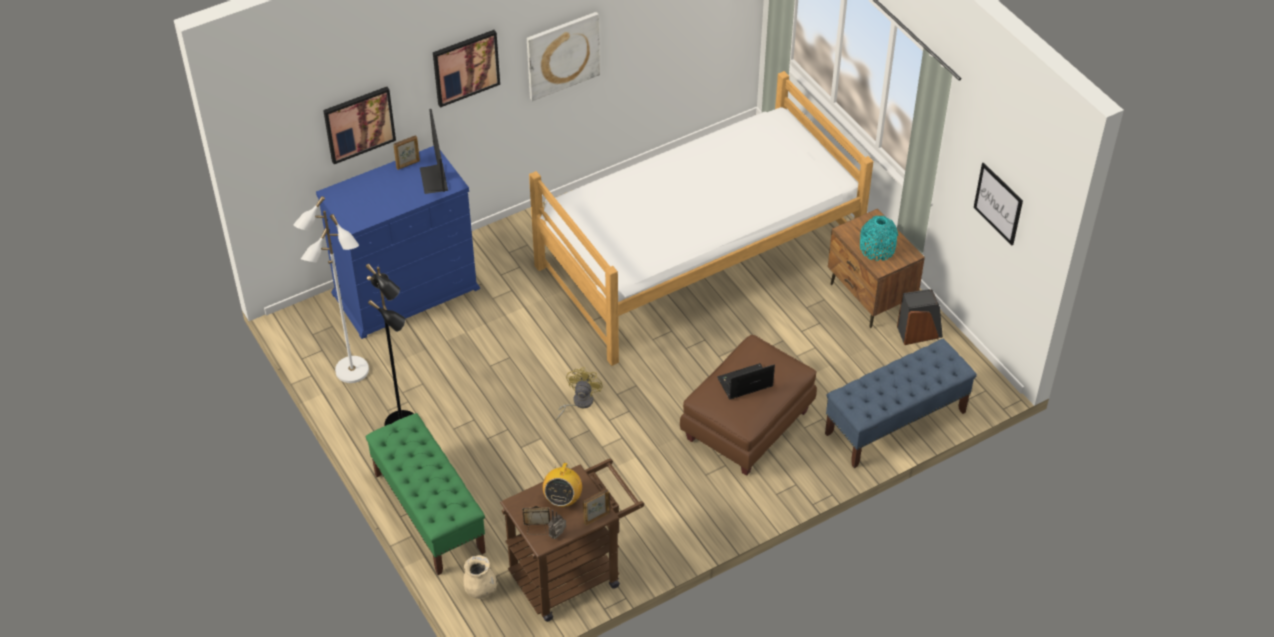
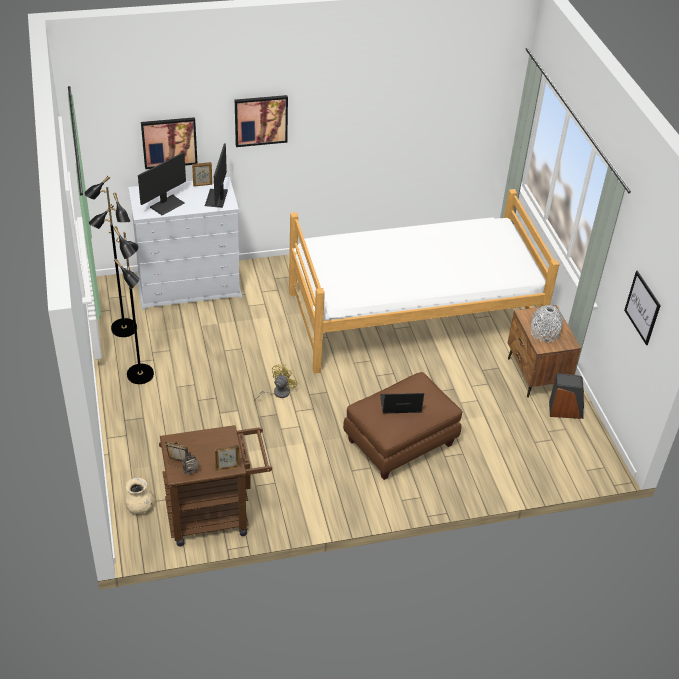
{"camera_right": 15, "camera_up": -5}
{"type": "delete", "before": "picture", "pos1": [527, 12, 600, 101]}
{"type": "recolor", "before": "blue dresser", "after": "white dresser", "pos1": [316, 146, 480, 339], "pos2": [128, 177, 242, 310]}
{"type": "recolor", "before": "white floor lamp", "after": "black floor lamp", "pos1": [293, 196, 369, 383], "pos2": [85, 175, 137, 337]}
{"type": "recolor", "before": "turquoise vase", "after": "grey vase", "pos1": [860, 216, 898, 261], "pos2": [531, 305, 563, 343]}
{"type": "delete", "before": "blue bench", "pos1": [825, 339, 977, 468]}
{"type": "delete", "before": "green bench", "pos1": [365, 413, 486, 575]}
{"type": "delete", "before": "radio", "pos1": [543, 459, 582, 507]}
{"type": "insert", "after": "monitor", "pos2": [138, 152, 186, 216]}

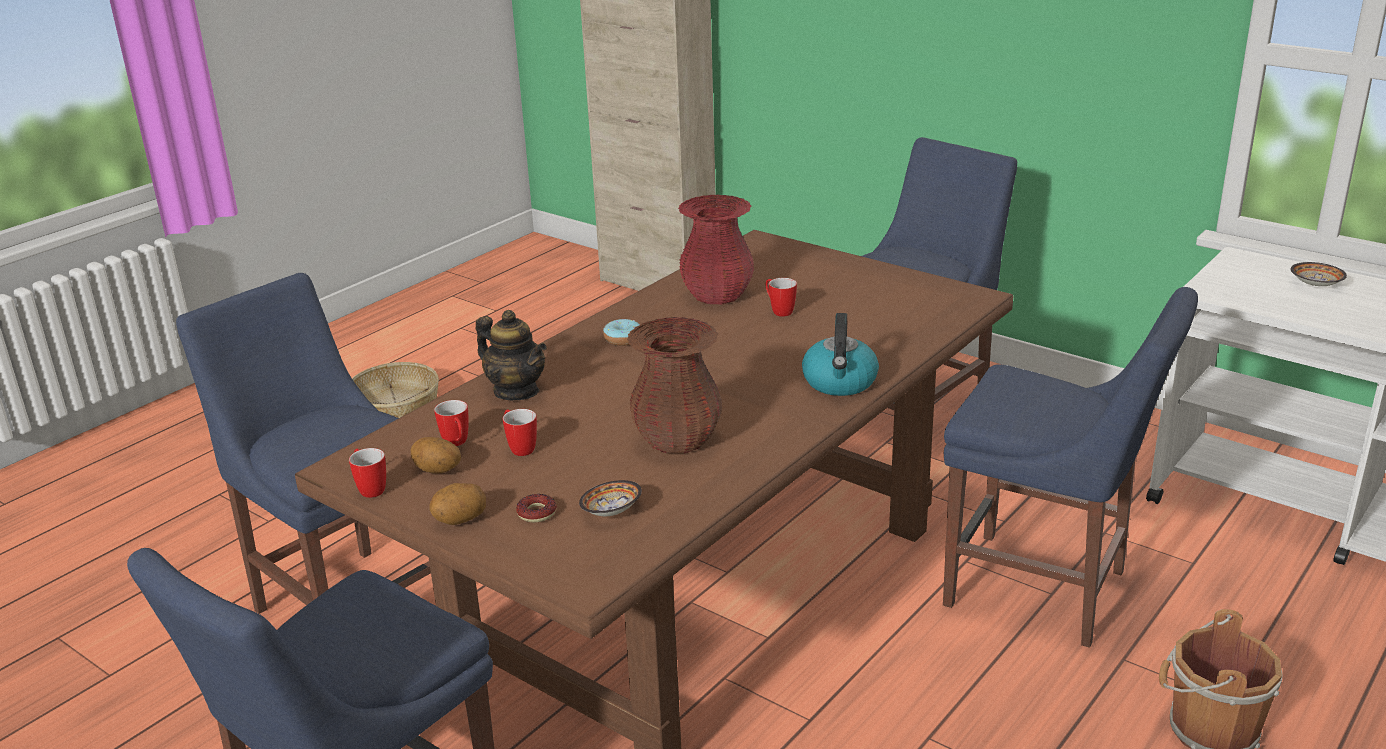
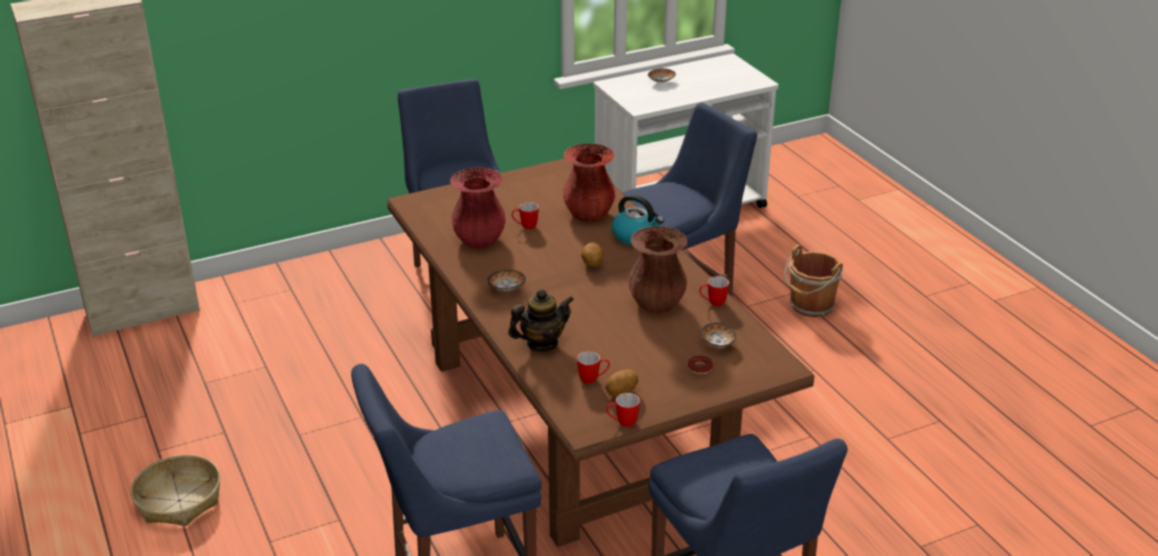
{"camera_right": -65, "camera_up": 5}
{"type": "replace", "before": "donut", "after": "bowl", "pos1": [603, 319, 640, 346], "pos2": [487, 270, 526, 291]}
{"type": "move", "before": "mug", "pos1": [503, 409, 537, 456], "pos2": [699, 276, 729, 306]}
{"type": "move", "before": "potato", "pos1": [429, 483, 486, 525], "pos2": [581, 243, 604, 267]}
{"type": "insert", "after": "red vase", "pos2": [563, 143, 615, 222]}

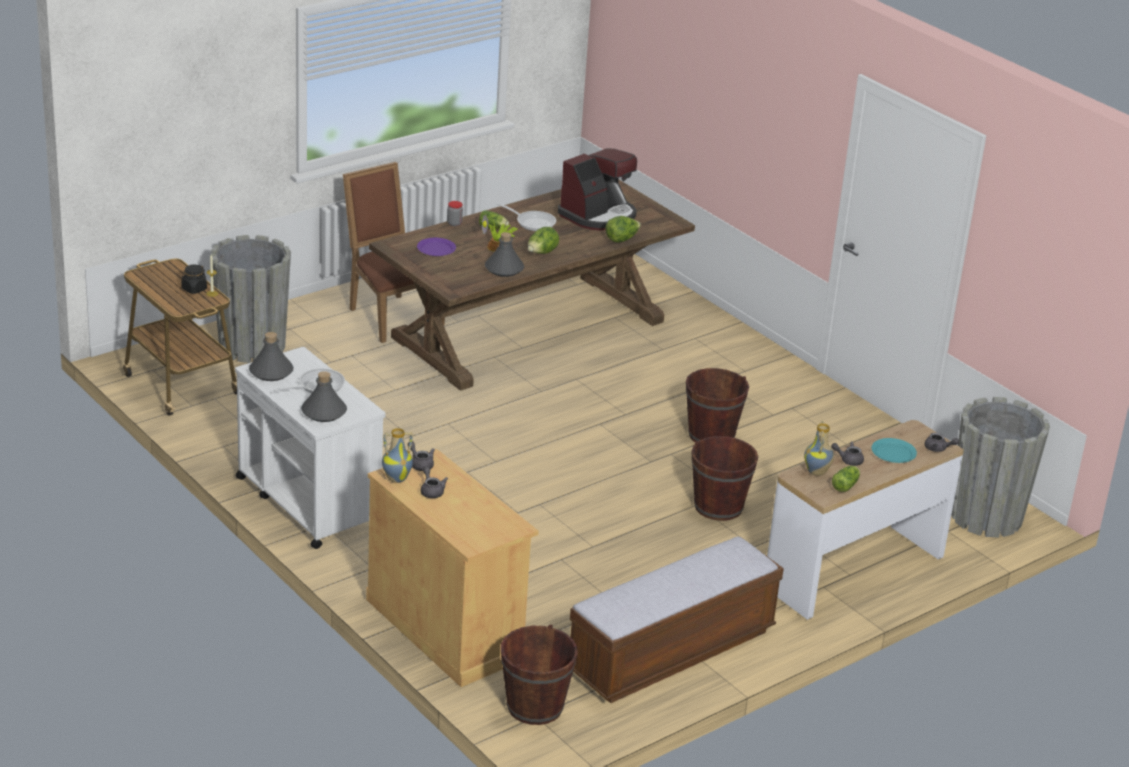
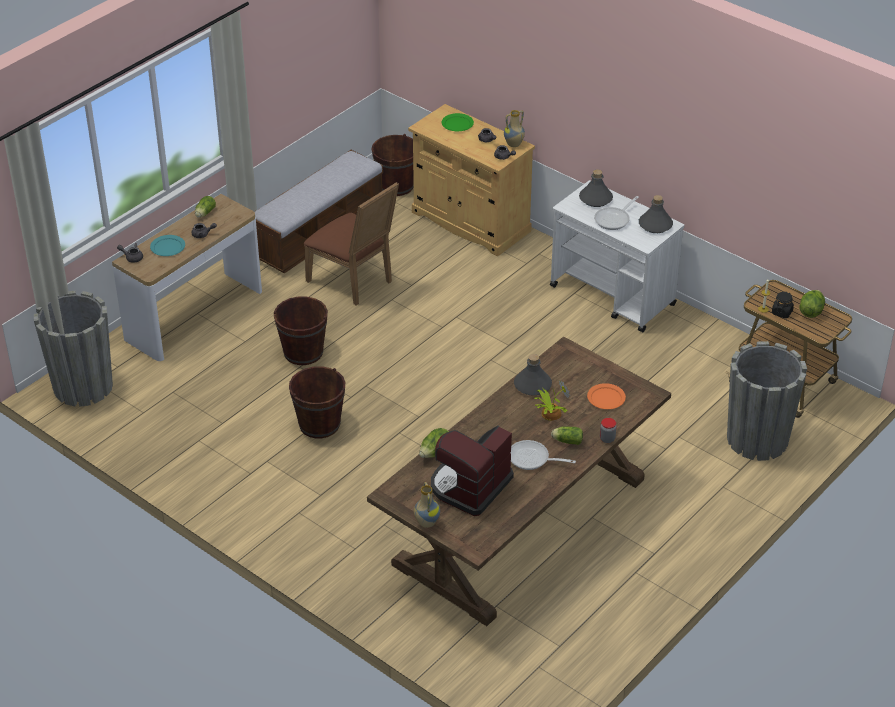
{"camera_right": 170, "camera_up": 10}
{"type": "move", "before": "brown chair", "pos1": [343, 162, 445, 343], "pos2": [304, 182, 399, 306]}
{"type": "move", "before": "lettuce", "pos1": [528, 227, 559, 254], "pos2": [799, 290, 825, 318]}
{"type": "recolor", "before": "purple plate", "after": "orange plate", "pos1": [417, 238, 456, 256], "pos2": [587, 383, 626, 409]}
{"type": "move", "before": "vase", "pos1": [804, 421, 834, 476], "pos2": [414, 482, 440, 528]}
{"type": "insert", "after": "green plate", "pos2": [441, 113, 474, 131]}

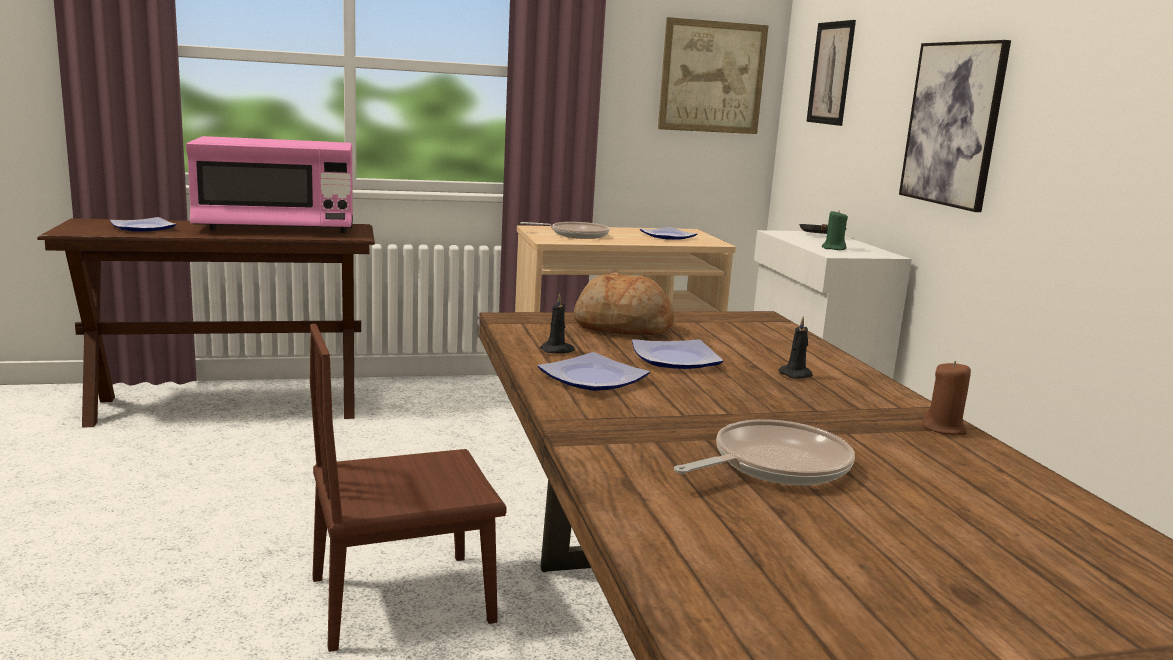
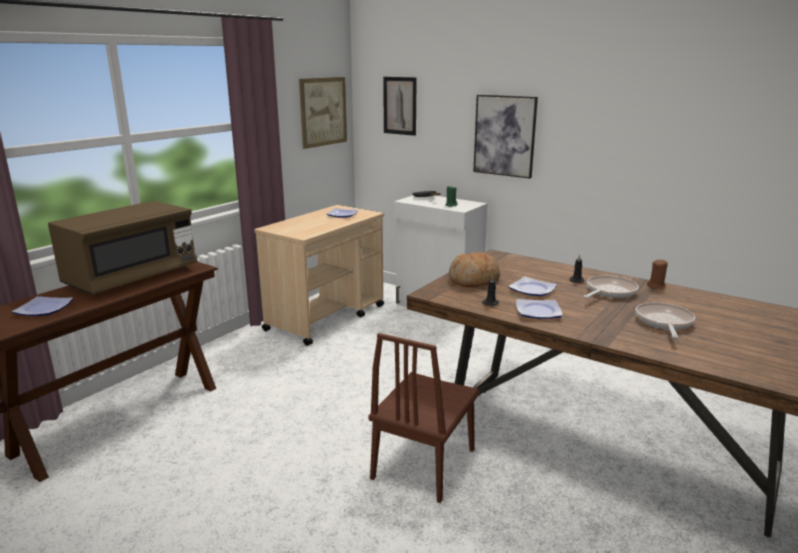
{"camera_right": -40, "camera_up": 5}
{"type": "recolor", "before": "pink microwave", "after": "brown microwave", "pos1": [186, 136, 353, 233], "pos2": [48, 201, 198, 294]}
{"type": "move", "before": "frying pan", "pos1": [520, 222, 610, 239], "pos2": [584, 276, 639, 298]}

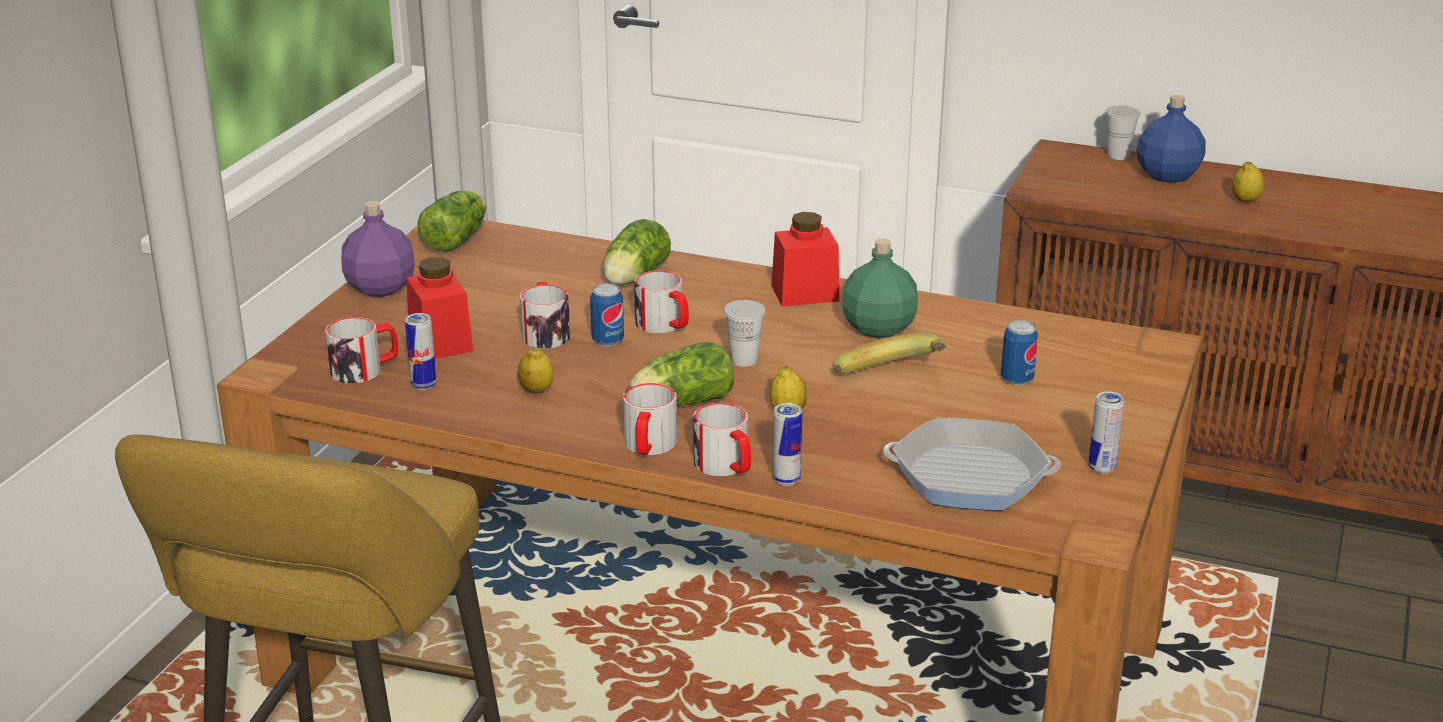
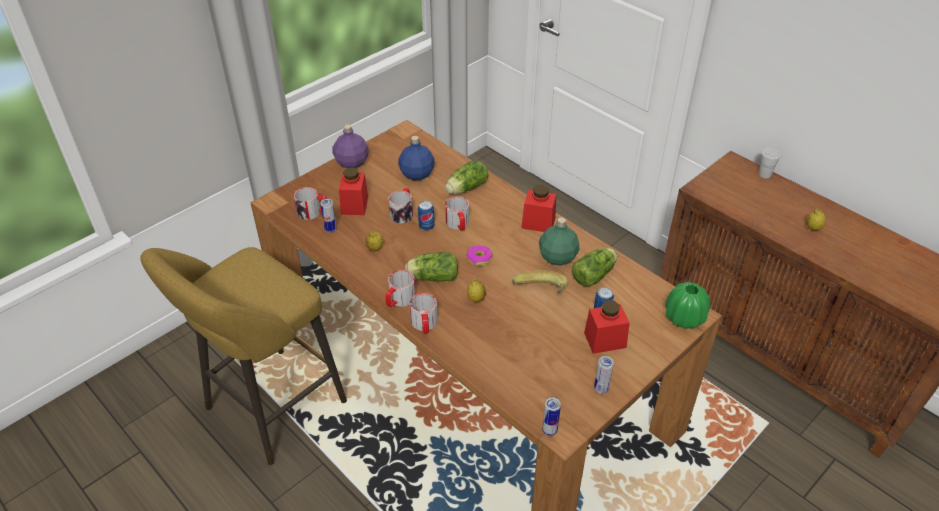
{"camera_right": 25, "camera_up": 15}
{"type": "move", "before": "blue bottle", "pos1": [1136, 95, 1206, 183], "pos2": [398, 136, 435, 180]}
{"type": "move", "before": "lettuce", "pos1": [417, 190, 486, 252], "pos2": [572, 248, 617, 286]}
{"type": "replace", "before": "white cup", "after": "donut", "pos1": [724, 300, 766, 367], "pos2": [466, 245, 492, 266]}
{"type": "move", "before": "can", "pos1": [773, 403, 802, 486], "pos2": [542, 398, 561, 436]}
{"type": "delete", "before": "frying pan", "pos1": [883, 418, 1061, 511]}
{"type": "insert", "after": "green vase", "pos2": [665, 282, 710, 329]}
{"type": "insert", "after": "red jar", "pos2": [584, 300, 630, 354]}

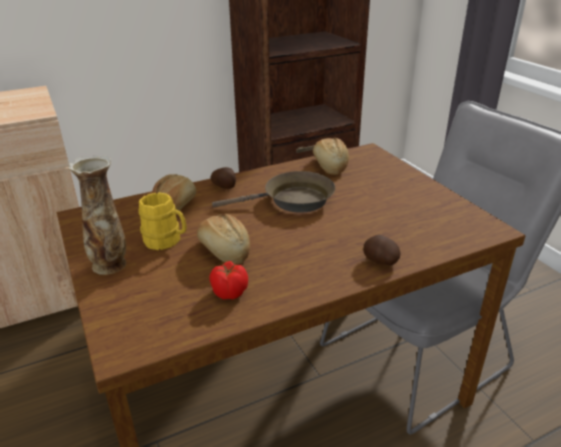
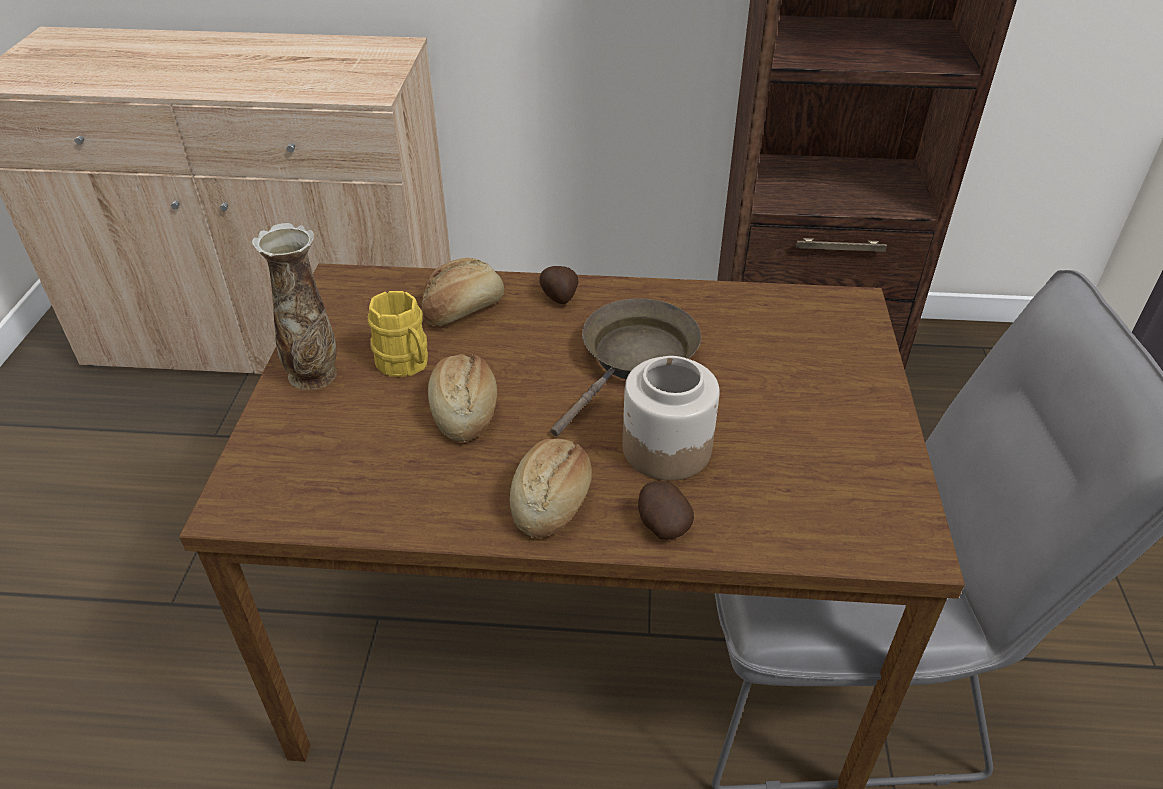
{"camera_right": 30, "camera_up": 10}
{"type": "move", "before": "bread", "pos1": [313, 138, 349, 175], "pos2": [510, 439, 592, 538]}
{"type": "rotate", "before": "brown frying pan", "pos1": [212, 171, 335, 212], "pos2": [551, 298, 701, 436], "turn": -75}
{"type": "delete", "before": "tomato", "pos1": [209, 261, 248, 299]}
{"type": "insert", "after": "jar", "pos2": [622, 356, 720, 481]}

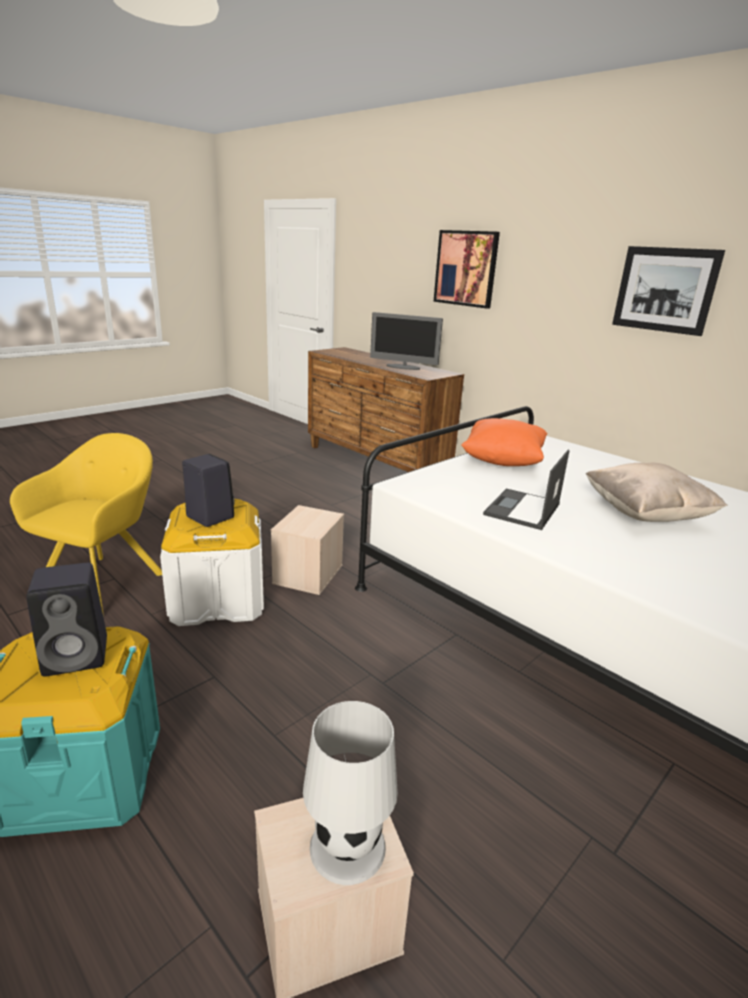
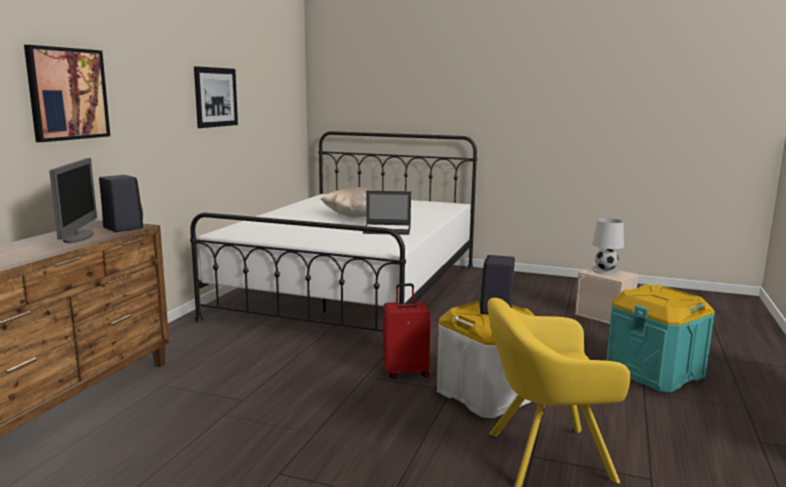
{"camera_right": -115, "camera_up": -10}
{"type": "delete", "before": "orange pillow", "pos1": [461, 418, 548, 466]}
{"type": "replace", "before": "beige storage box", "after": "red suitcase", "pos1": [271, 505, 344, 595], "pos2": [383, 283, 431, 379]}
{"type": "move", "before": "black speaker", "pos1": [26, 563, 107, 676], "pos2": [99, 175, 143, 232]}

